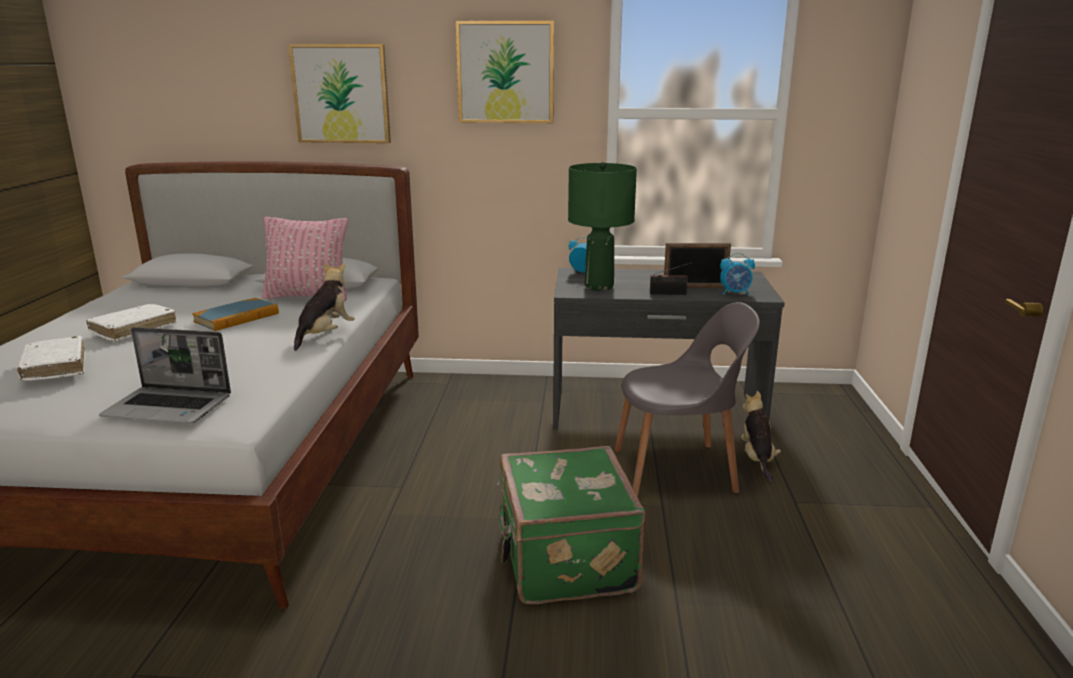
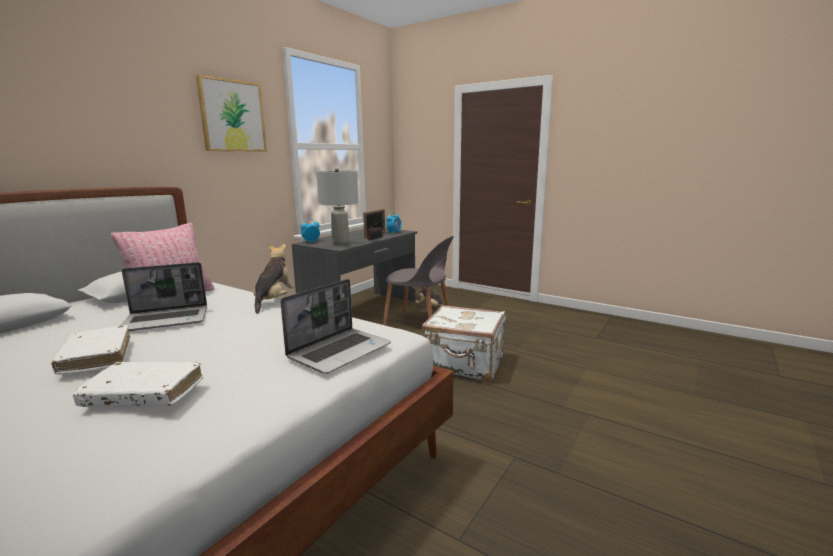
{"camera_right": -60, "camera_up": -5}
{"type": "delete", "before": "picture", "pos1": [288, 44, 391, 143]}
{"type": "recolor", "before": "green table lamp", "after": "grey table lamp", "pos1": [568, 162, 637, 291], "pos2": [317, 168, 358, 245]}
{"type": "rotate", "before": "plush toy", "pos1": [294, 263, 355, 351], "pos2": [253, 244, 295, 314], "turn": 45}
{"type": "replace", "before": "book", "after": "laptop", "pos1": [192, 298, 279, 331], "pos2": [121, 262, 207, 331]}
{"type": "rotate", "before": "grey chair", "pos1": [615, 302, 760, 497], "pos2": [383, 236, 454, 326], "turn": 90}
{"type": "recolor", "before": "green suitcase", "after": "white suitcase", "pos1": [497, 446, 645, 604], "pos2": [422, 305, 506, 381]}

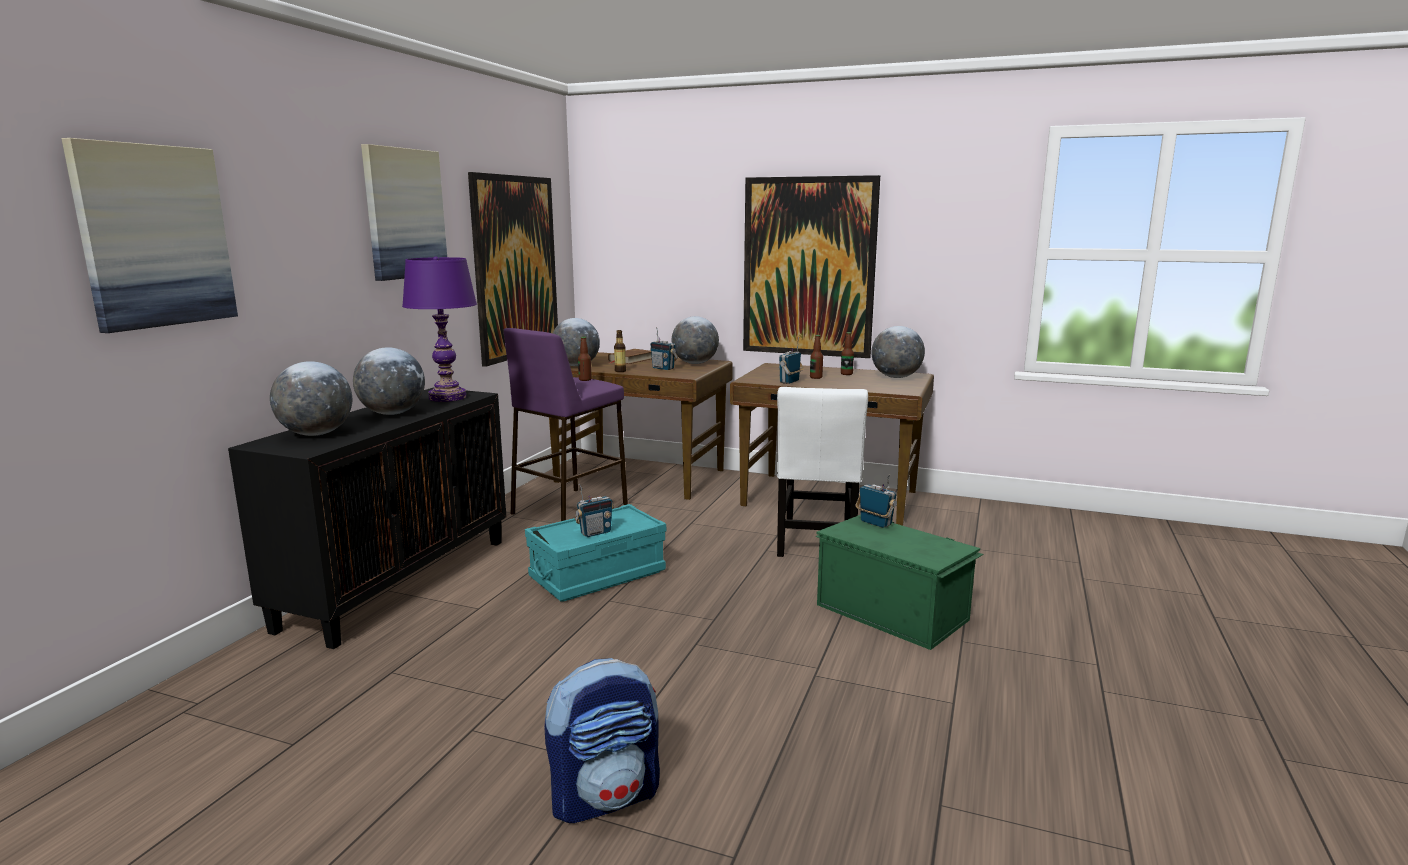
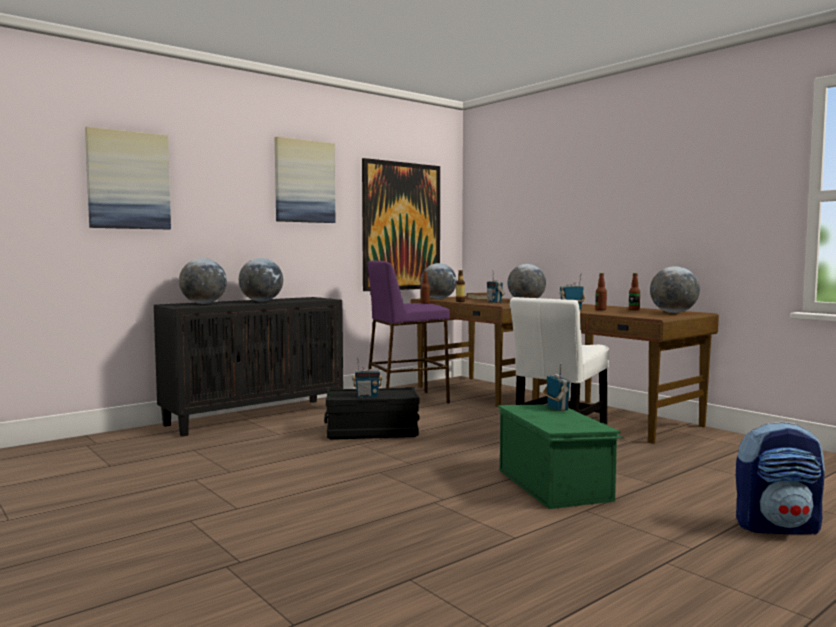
{"camera_right": 30, "camera_up": -10}
{"type": "delete", "before": "picture", "pos1": [743, 175, 880, 358]}
{"type": "delete", "before": "purple table lamp", "pos1": [402, 257, 477, 402]}
{"type": "recolor", "before": "turquoise storage box", "after": "black storage box", "pos1": [525, 504, 667, 601], "pos2": [324, 387, 420, 440]}
{"type": "move", "before": "backpack", "pos1": [544, 658, 660, 823], "pos2": [736, 422, 825, 535]}

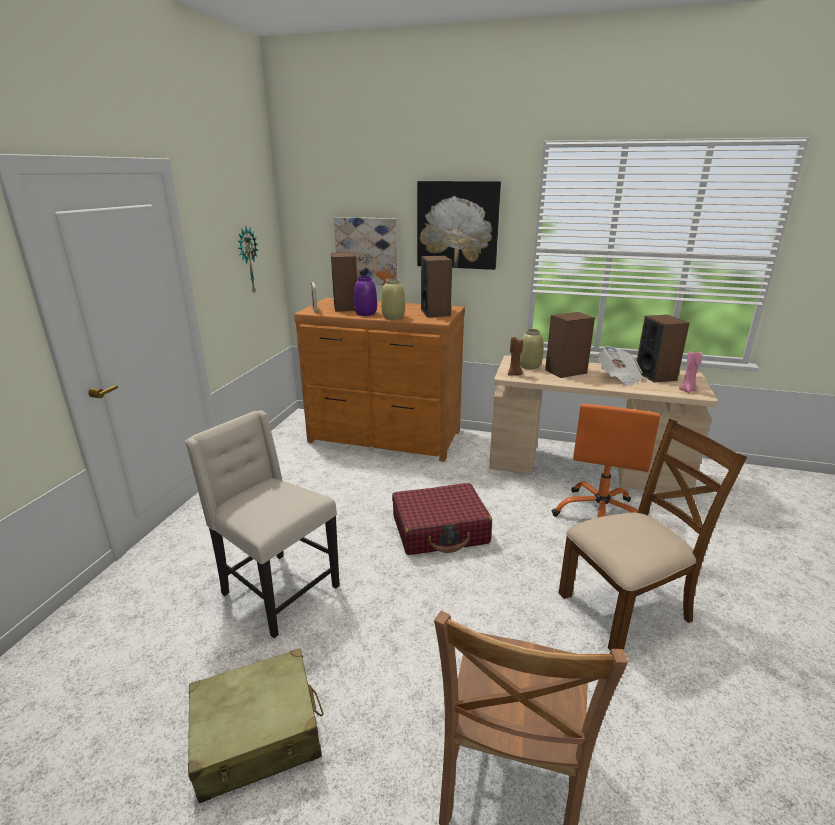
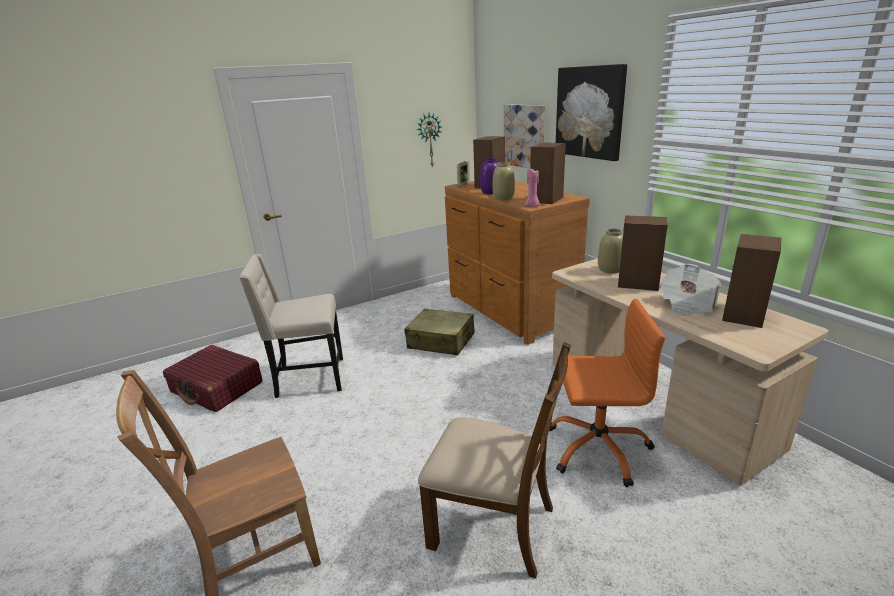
{"camera_right": 45, "camera_up": 0}
{"type": "delete", "before": "brown candle", "pos1": [508, 337, 523, 376]}
{"type": "move", "before": "pink candle", "pos1": [679, 351, 702, 393], "pos2": [525, 169, 540, 206]}
{"type": "rotate", "before": "orange office chair", "pos1": [552, 404, 660, 517], "pos2": [549, 299, 665, 487], "turn": -150}
{"type": "rotate", "before": "beige chair", "pos1": [185, 410, 340, 638], "pos2": [239, 254, 343, 398], "turn": -90}
{"type": "move", "before": "red suitcase", "pos1": [392, 483, 492, 555], "pos2": [163, 345, 262, 412]}
{"type": "move", "before": "beige suitcase", "pos1": [188, 649, 324, 803], "pos2": [404, 309, 475, 356]}

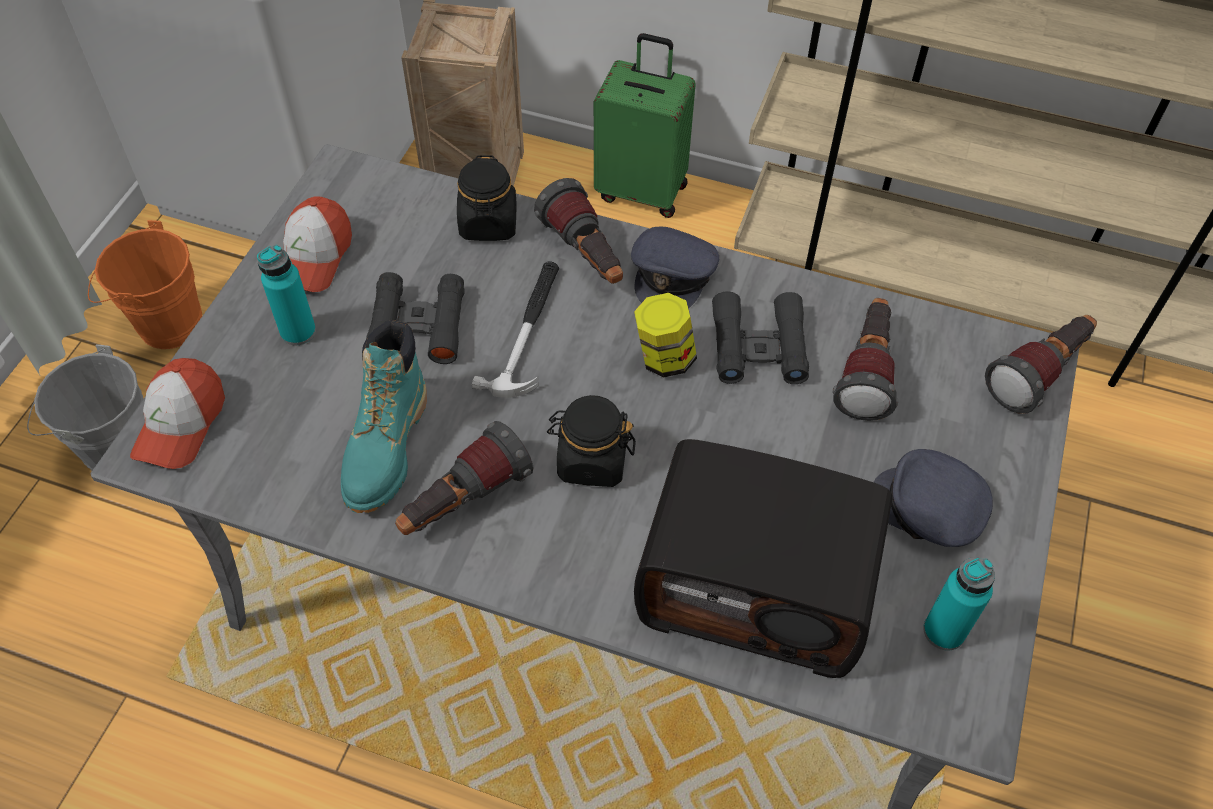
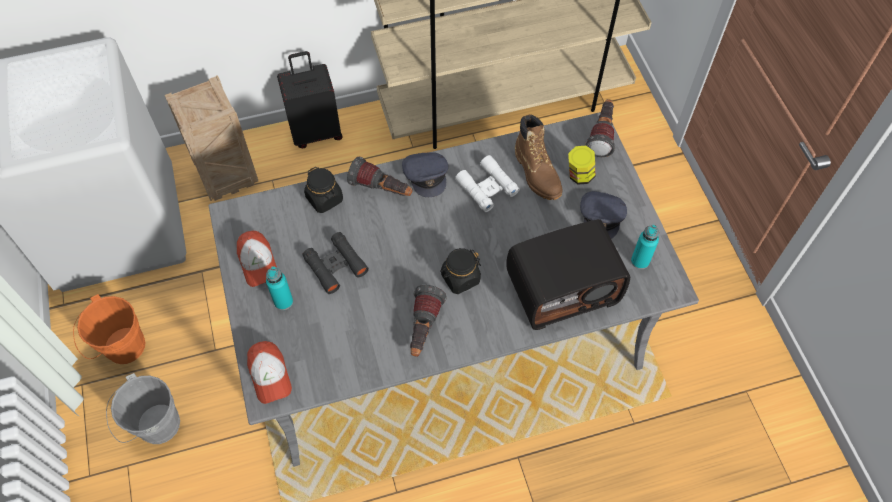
{"camera_right": -35, "camera_up": 5}
{"type": "recolor", "before": "green suitcase", "after": "black suitcase", "pos1": [594, 33, 696, 218], "pos2": [277, 51, 343, 148]}
{"type": "delete", "before": "hammer", "pos1": [472, 261, 559, 398]}
{"type": "recolor", "before": "black binoculars", "after": "white binoculars", "pos1": [712, 291, 809, 384], "pos2": [455, 155, 519, 212]}
{"type": "move", "before": "jar", "pos1": [634, 293, 697, 377], "pos2": [568, 146, 595, 184]}
{"type": "replace", "before": "flashlight", "after": "brown boot", "pos1": [832, 298, 899, 421], "pos2": [515, 114, 562, 200]}
{"type": "delete", "before": "turquoise boot", "pos1": [341, 320, 427, 513]}
{"type": "rotate", "before": "grey cap", "pos1": [874, 449, 993, 547], "pos2": [580, 191, 627, 239], "turn": -75}

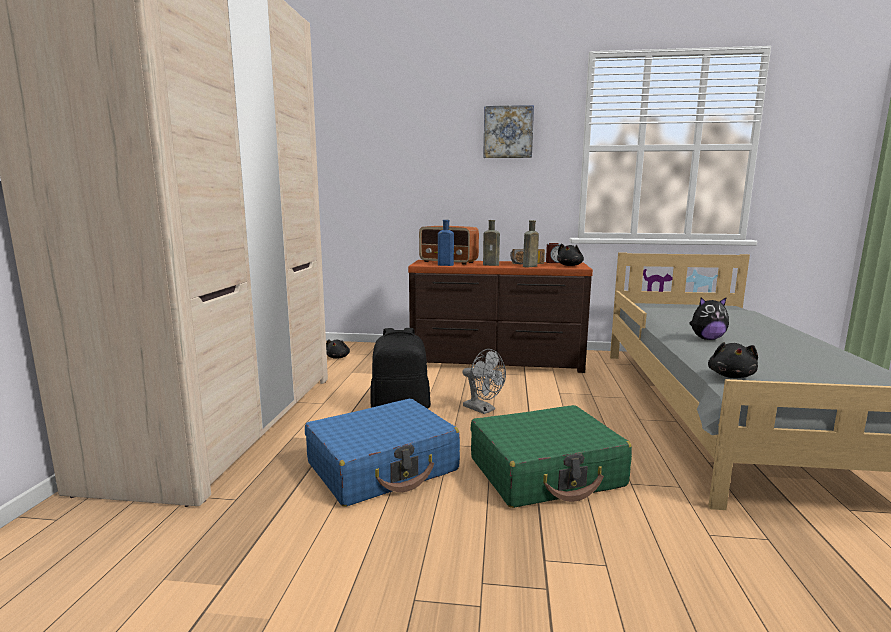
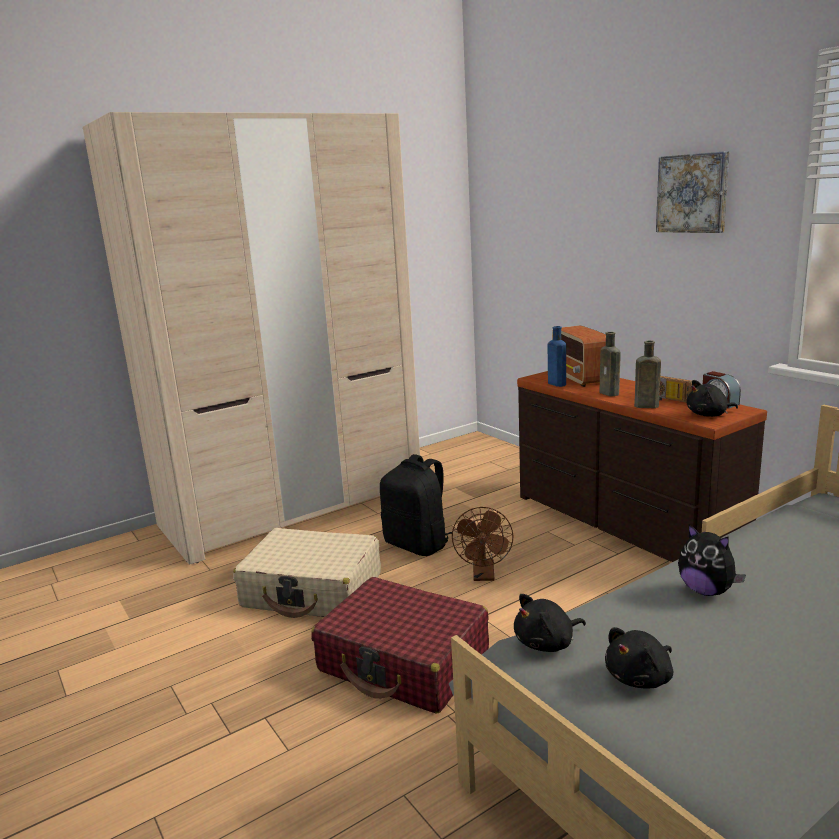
{"camera_right": 50, "camera_up": 5}
{"type": "move", "before": "black plush toy", "pos1": [326, 339, 350, 359], "pos2": [605, 627, 673, 688]}
{"type": "recolor", "before": "grey fan", "after": "brown fan", "pos1": [462, 349, 506, 414], "pos2": [452, 507, 513, 581]}
{"type": "recolor", "before": "blue suitcase", "after": "beige suitcase", "pos1": [305, 399, 460, 507], "pos2": [233, 528, 381, 618]}
{"type": "recolor", "before": "green suitcase", "after": "red suitcase", "pos1": [470, 405, 632, 508], "pos2": [311, 577, 489, 713]}

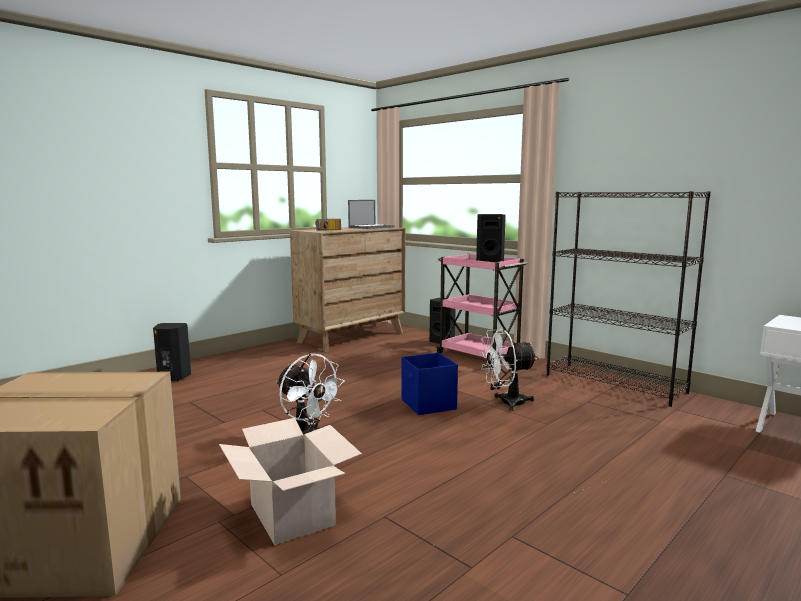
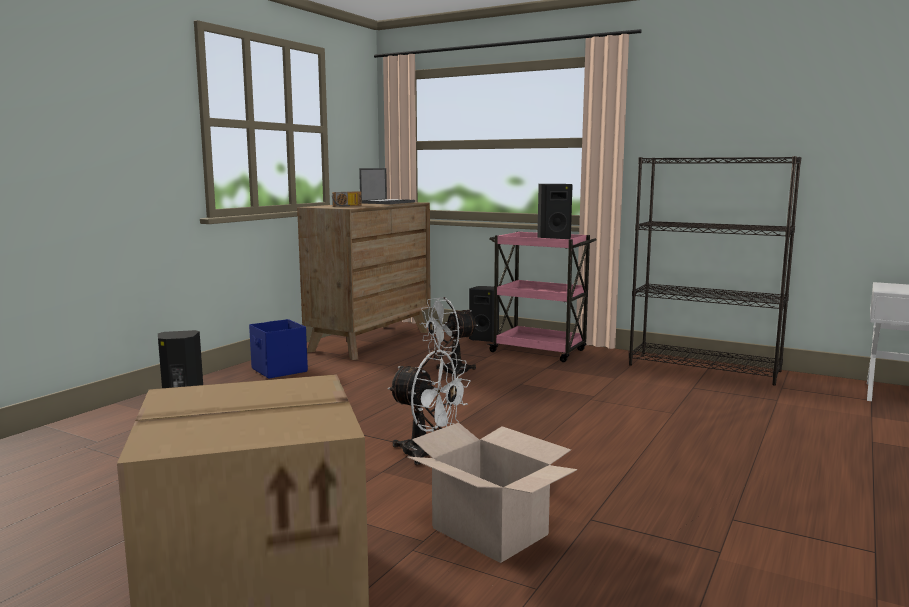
{"camera_right": -15, "camera_up": 0}
{"type": "move", "before": "white fan", "pos1": [480, 329, 537, 411], "pos2": [420, 297, 478, 378]}
{"type": "move", "before": "blue storage box", "pos1": [402, 353, 458, 415], "pos2": [249, 319, 308, 379]}

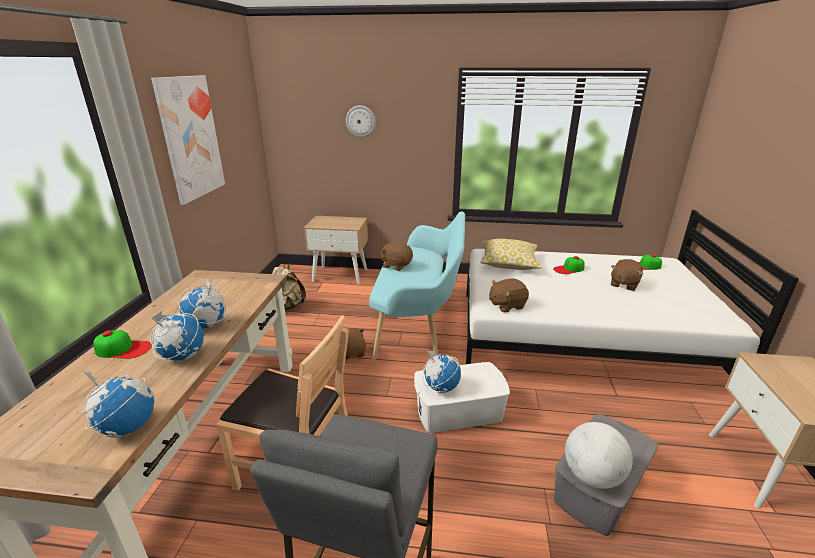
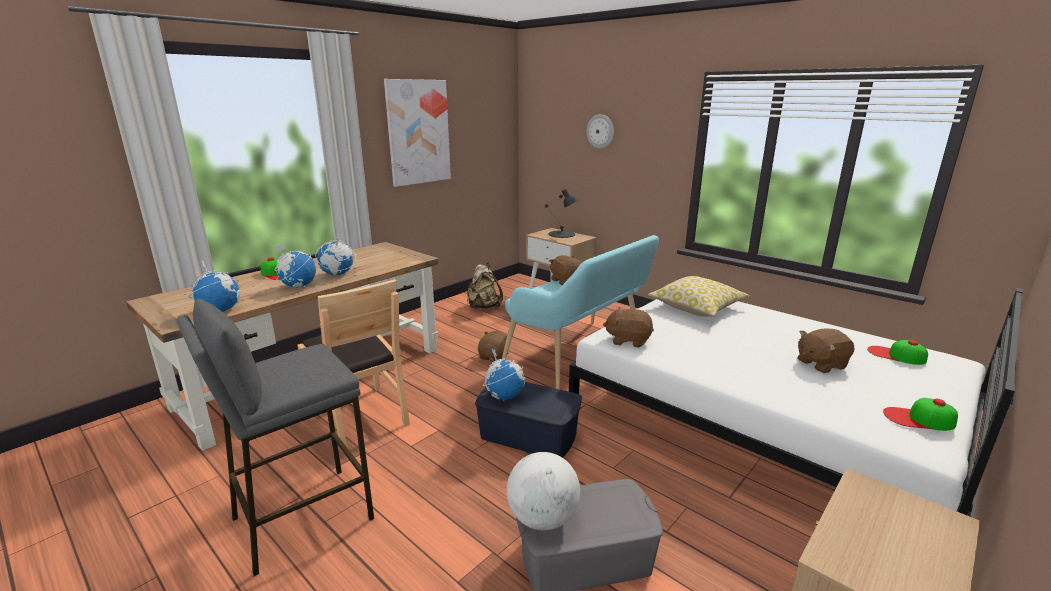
{"camera_right": 35, "camera_up": -5}
{"type": "move", "before": "cap", "pos1": [553, 256, 585, 274], "pos2": [883, 398, 958, 431]}
{"type": "recolor", "before": "white storage box", "after": "blue storage box", "pos1": [414, 362, 510, 433], "pos2": [475, 382, 582, 458]}
{"type": "insert", "after": "black table lamp", "pos2": [545, 189, 578, 238]}

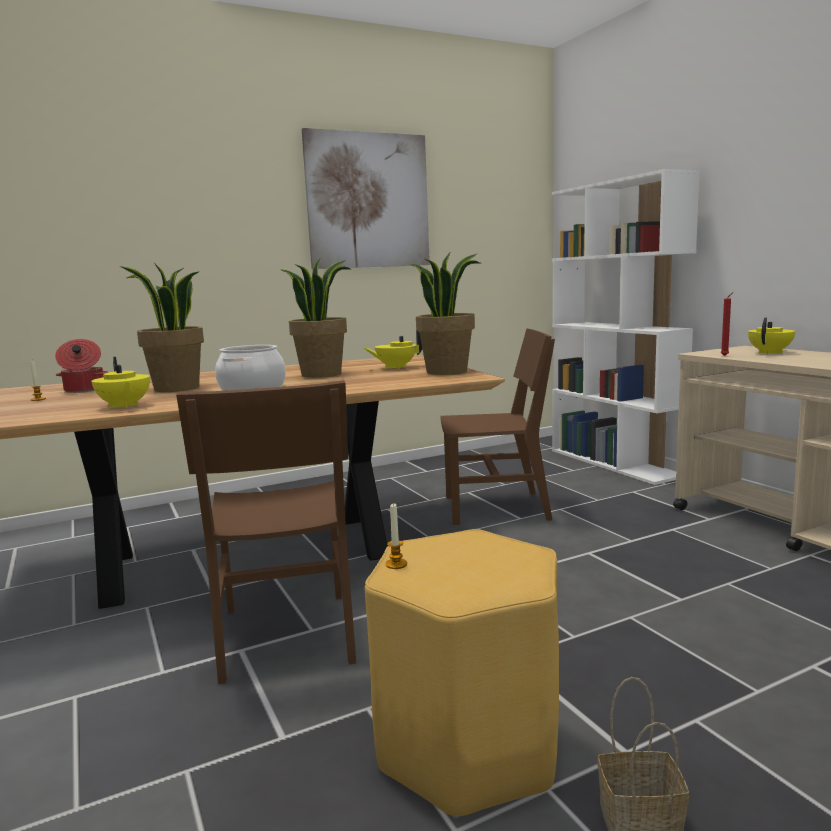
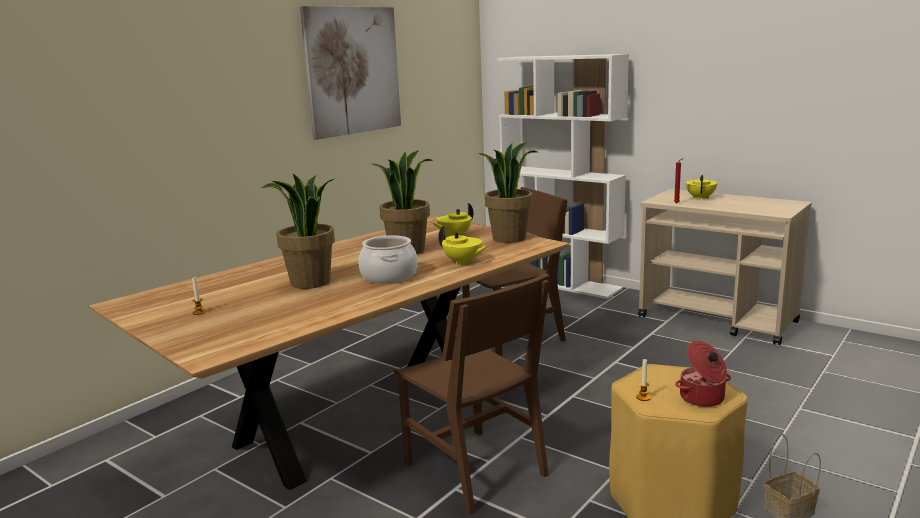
{"camera_right": -25, "camera_up": 5}
{"type": "move", "before": "cooking pot", "pos1": [55, 339, 109, 393], "pos2": [675, 340, 731, 407]}
{"type": "move", "before": "yellow teapot", "pos1": [91, 357, 150, 408], "pos2": [438, 226, 489, 265]}

